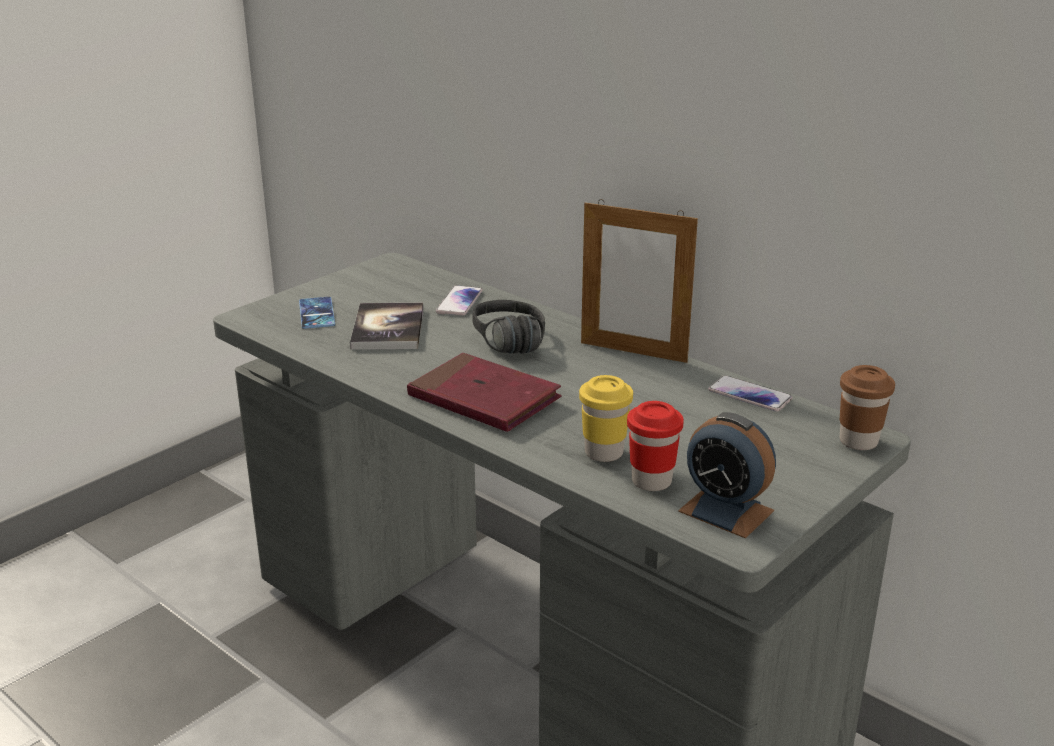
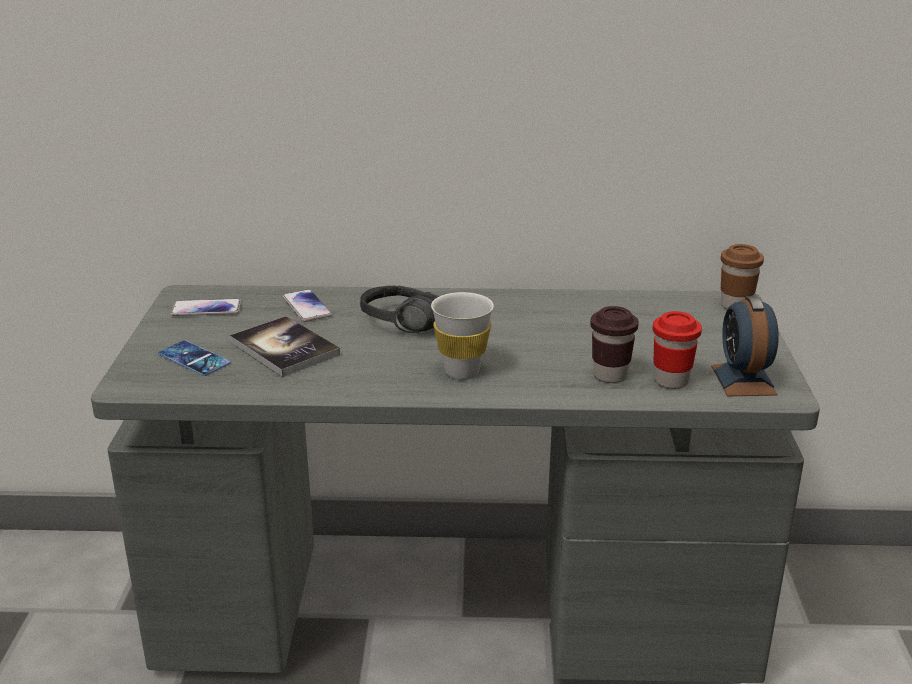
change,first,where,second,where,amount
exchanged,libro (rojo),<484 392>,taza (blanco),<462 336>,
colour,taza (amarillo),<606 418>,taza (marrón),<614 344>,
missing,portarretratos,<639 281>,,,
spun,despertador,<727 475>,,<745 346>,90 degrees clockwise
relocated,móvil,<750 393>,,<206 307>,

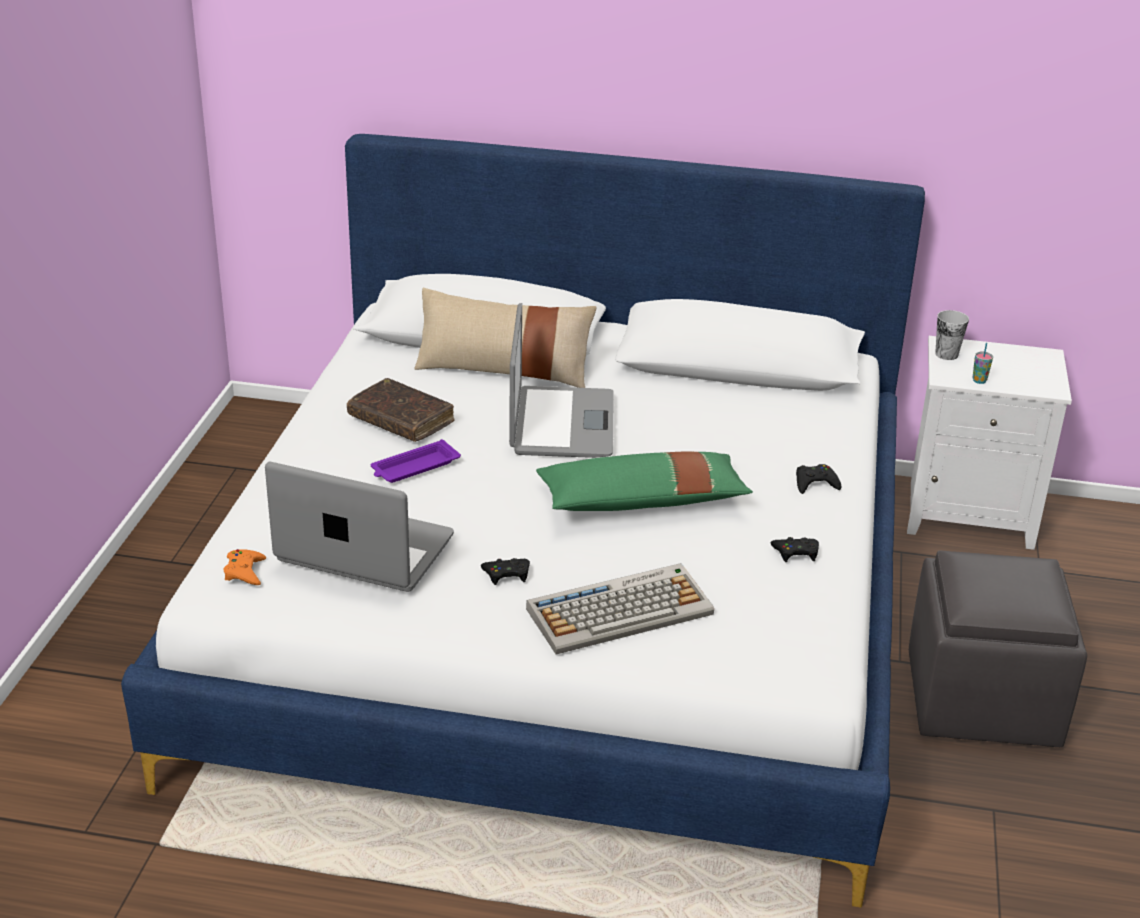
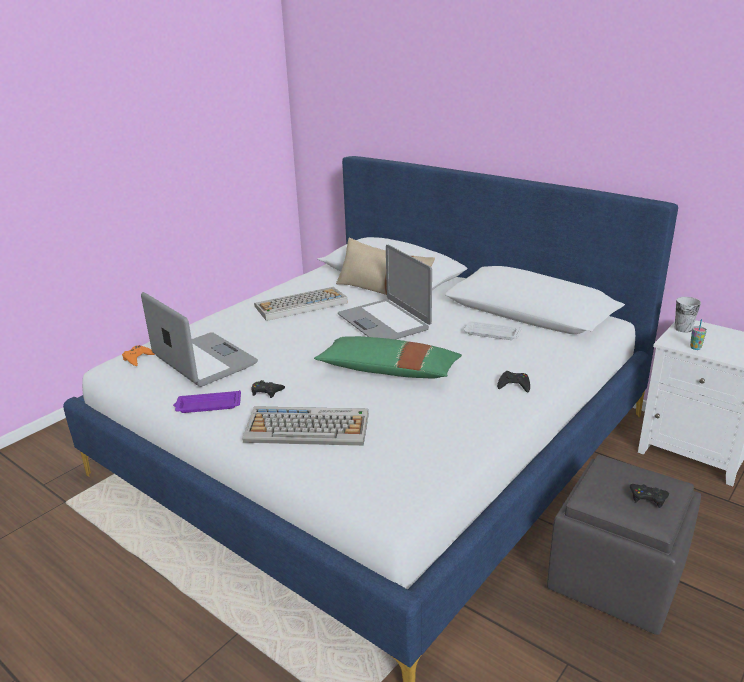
change,first,where,second,where,amount
exchanged,libro (marrón),<401 410>,teclado,<301 304>,
relocated,bandeja (morado),<416 461>,,<207 401>,
spun,portátil,<561 380>,,<385 292>,120 degrees clockwise
relocated,mando de consola (negro),<794 549>,,<649 496>,
appeared,,,bandeja (blanco),<492 330>,

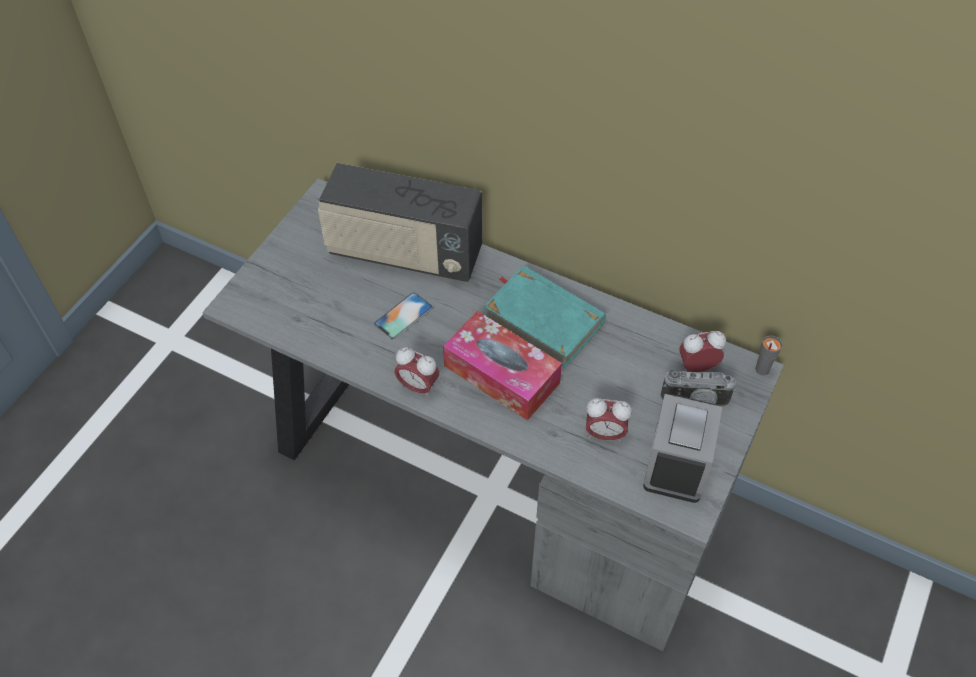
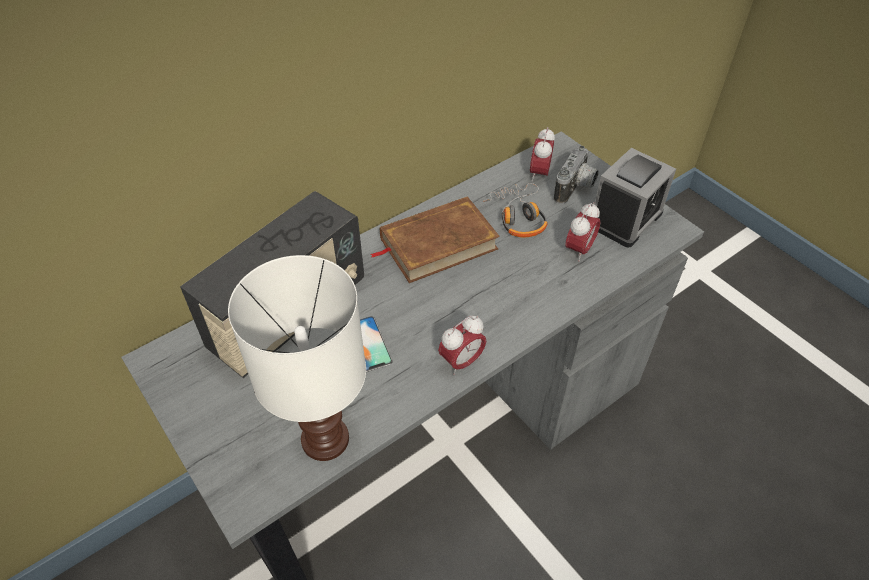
change,first,where,second,where,amount
missing,caja de pañuelos,<502 366>,,,
colour,libro (turquesa),<545 316>,libro (marrón),<435 239>,
spun,despertador,<682 448>,,<635 198>,90 degrees counterclockwise
missing,taza (gris),<768 355>,,,
appeared,,,lámpara de mesa (blanco),<297 358>,
appeared,,,auriculares,<515 210>,

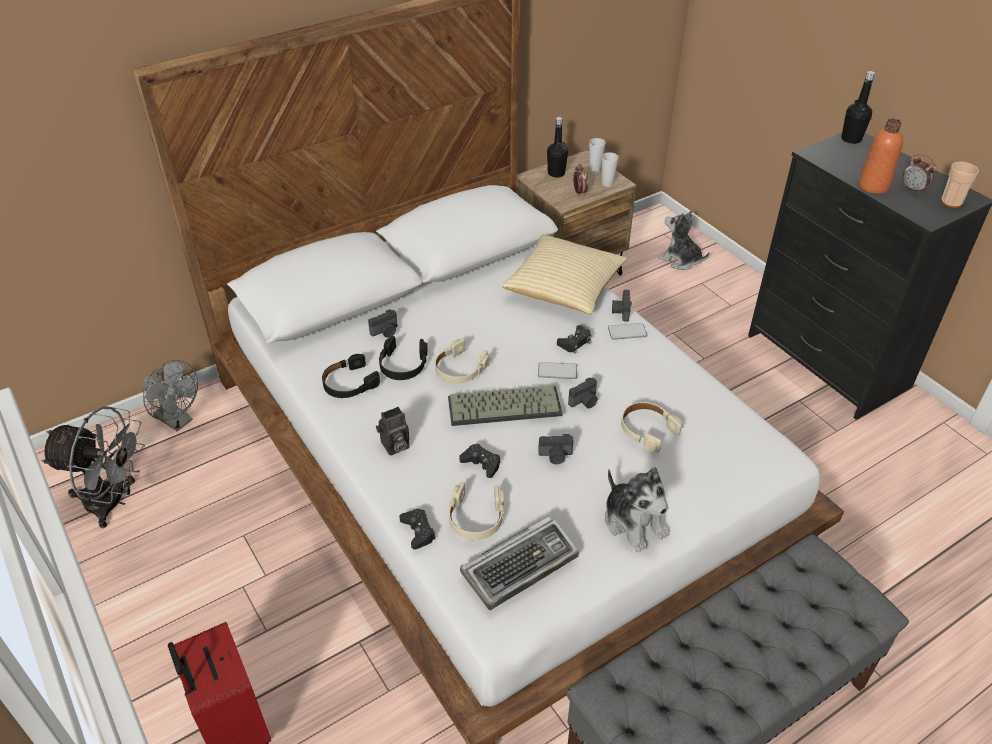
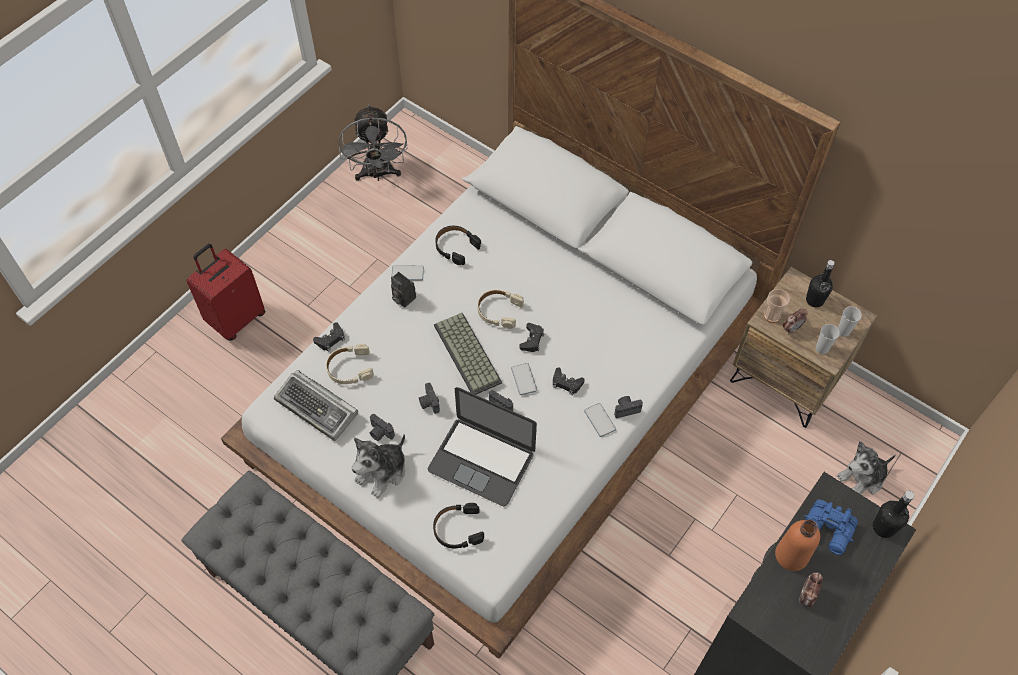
change,first,where,second,where,amount
missing,ventilador (gris),<170 395>,,,
relocated,cámara,<382 323>,,<382 427>,
relocated,auriculares (negro),<403 358>,,<458 525>,
relocated,mando de consola (negro),<479 461>,,<531 337>,
missing,cojín,<564 274>,,,
exchanged,auriculares (beis),<652 427>,portátil,<482 446>,
spun,peluche,<684 240>,,<866 467>,135 degrees counterclockwise
relocated,taza,<960 185>,,<777 306>,
appeared,,,móvil,<408 272>,
appeared,,,prismáticos (azul),<831 527>,

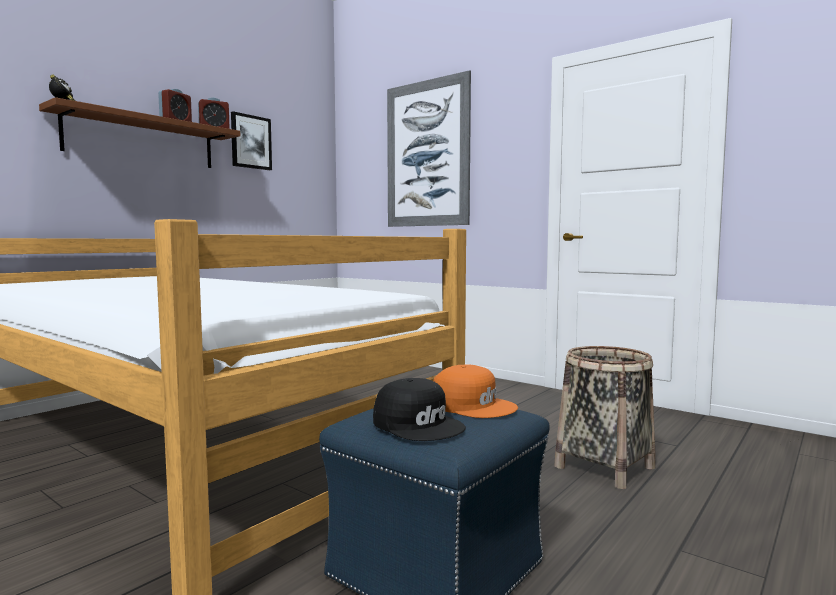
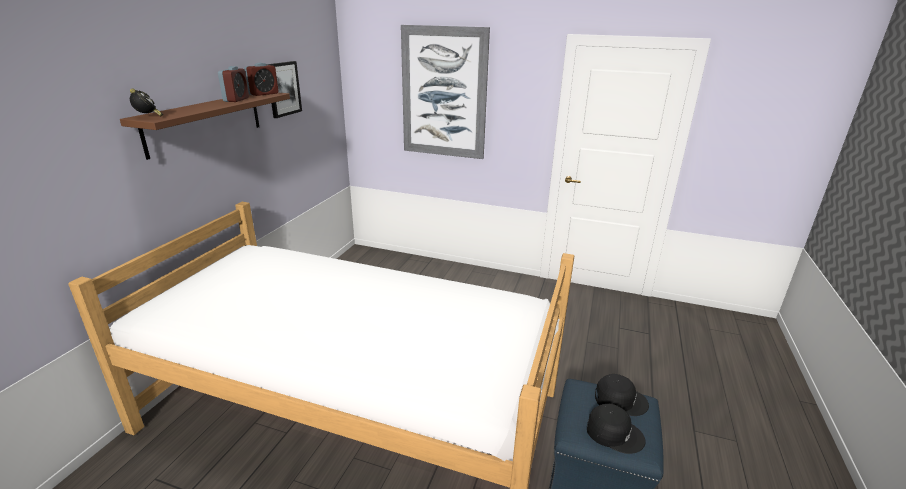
change,first,where,second,where,amount
colour,gorra (naranja),<475 391>,gorra (negro),<622 395>,
missing,cesta,<604 417>,,,

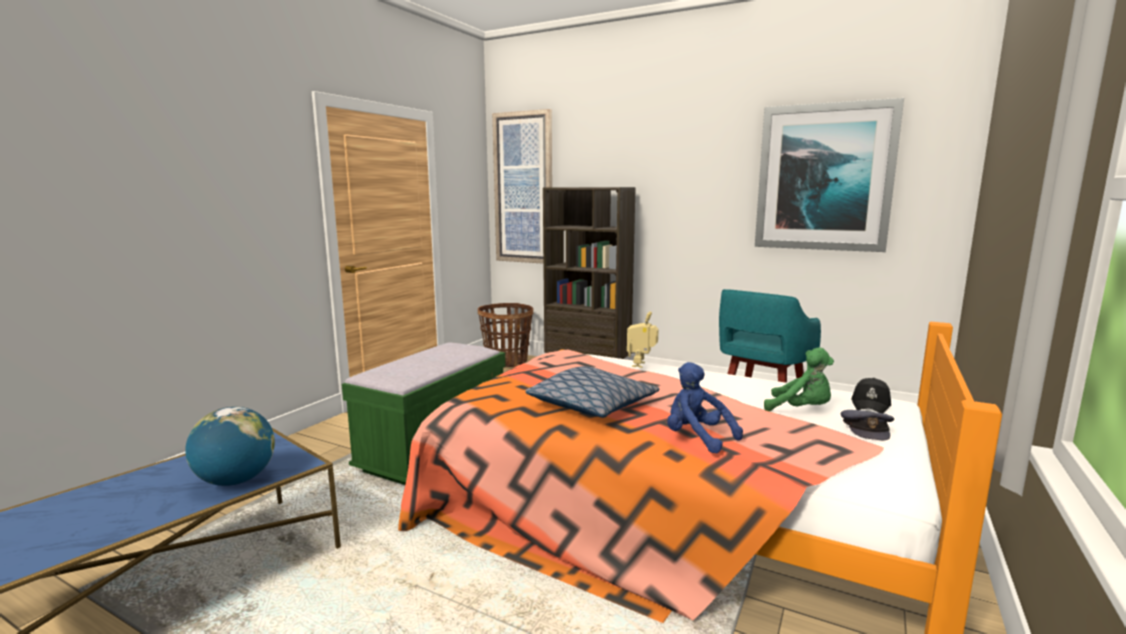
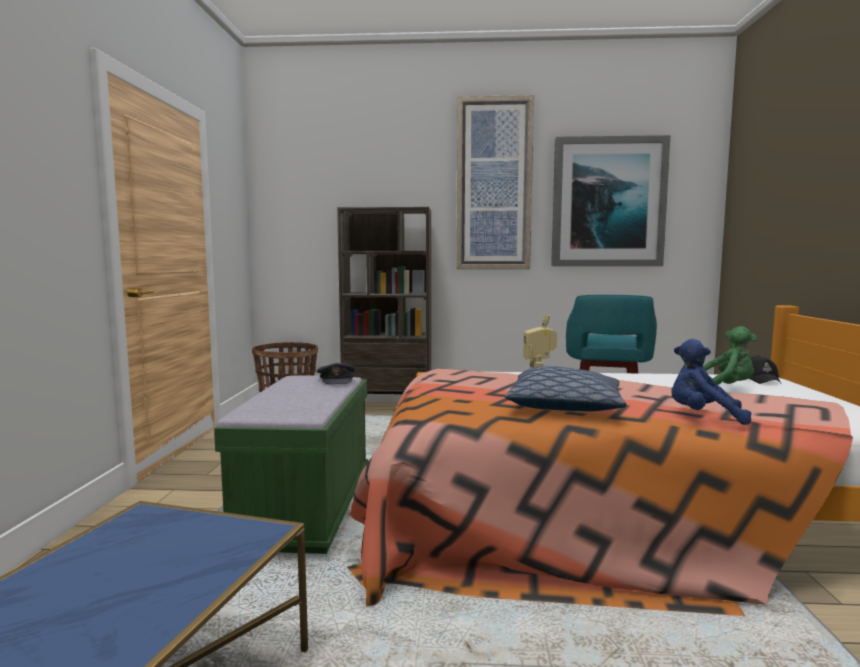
change,first,where,second,where,amount
missing,globo terráqueo,<230 446>,,,
relocated,cuadro,<522 186>,,<495 182>,
relocated,gorra (gris),<867 425>,,<336 373>,

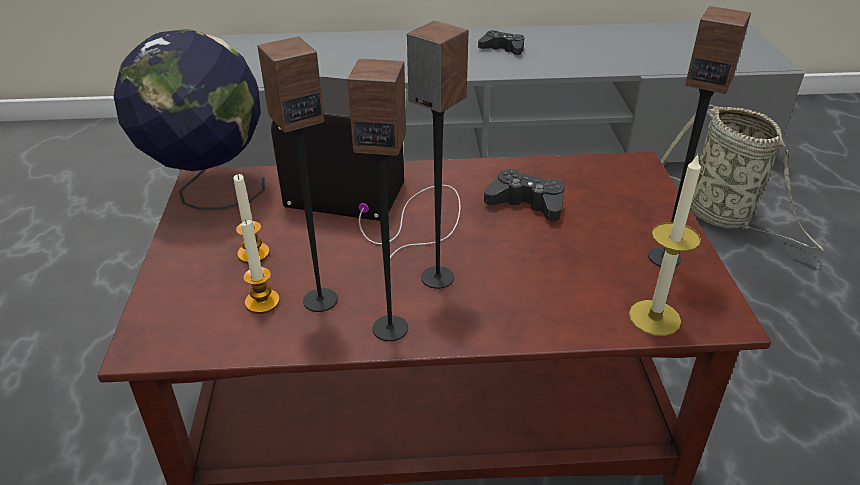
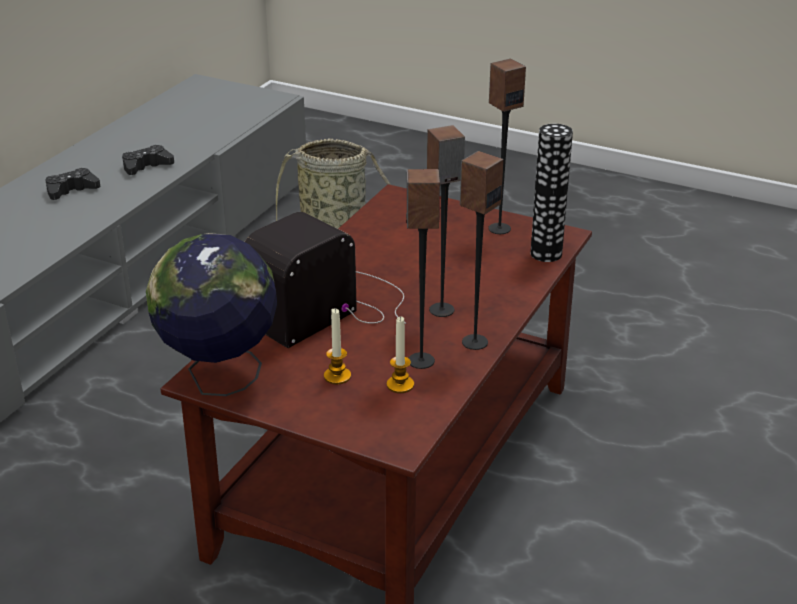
change,first,where,second,where,amount
relocated,mando de consola (negro),<524 195>,,<148 160>,
exchanged,vela,<665 244>,florero,<552 193>,

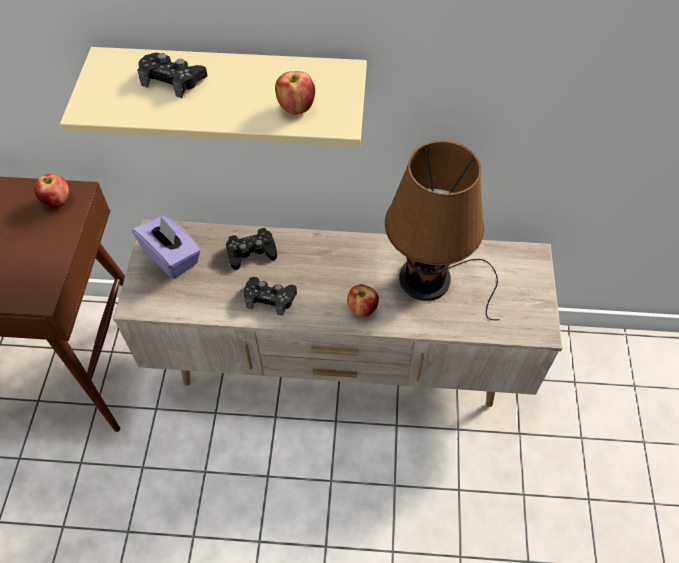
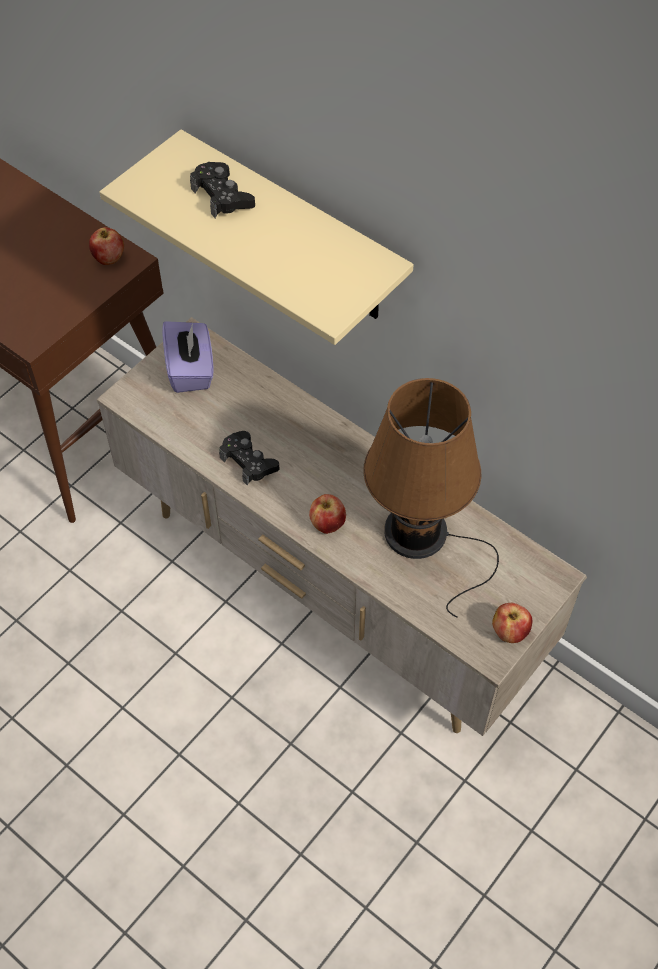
change,first,where,second,where,amount
missing,mando de consola (negro),<251 249>,,,
relocated,manzana,<295 93>,,<512 623>,

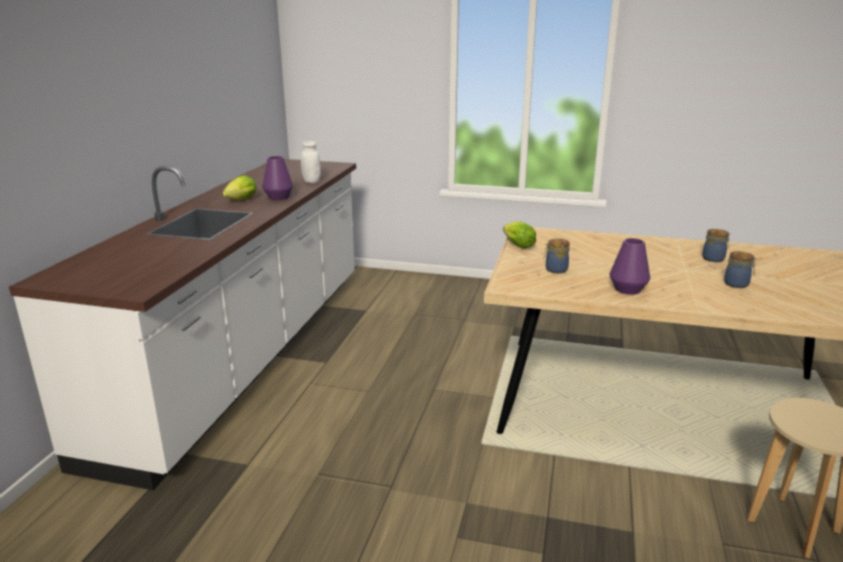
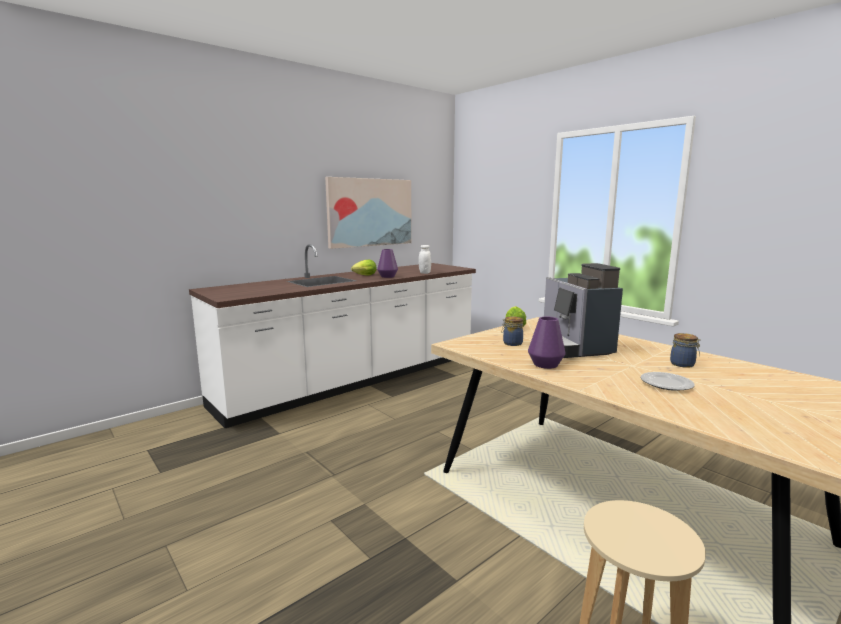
change,first,where,second,where,amount
exchanged,tarro,<740 269>,plato,<668 381>,
appeared,,,cuadro,<368 213>,
appeared,,,cafetera,<583 310>,

